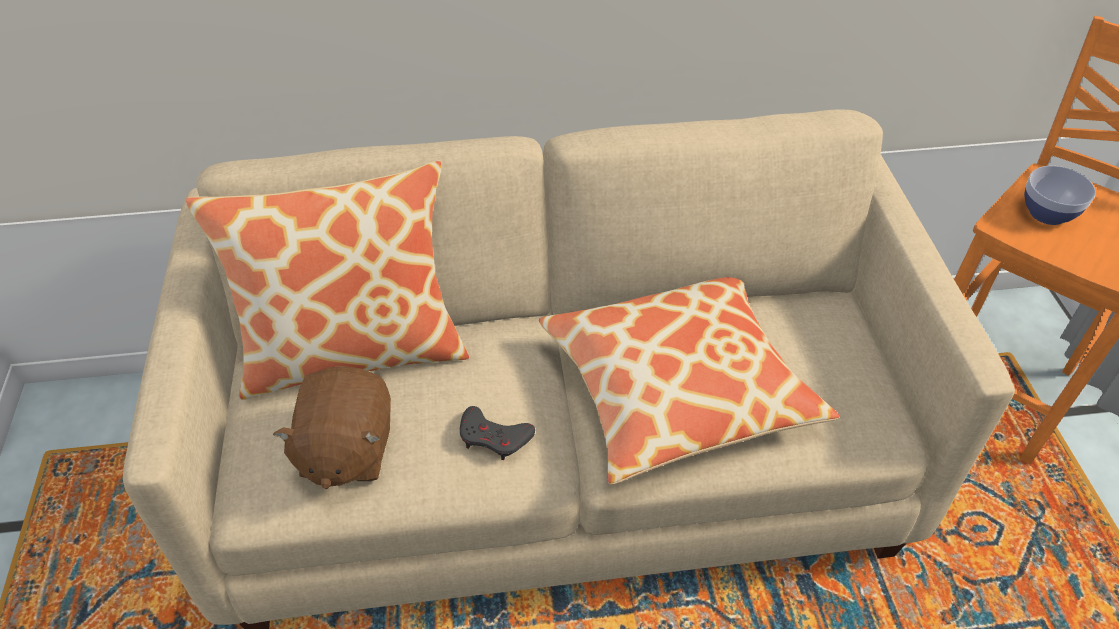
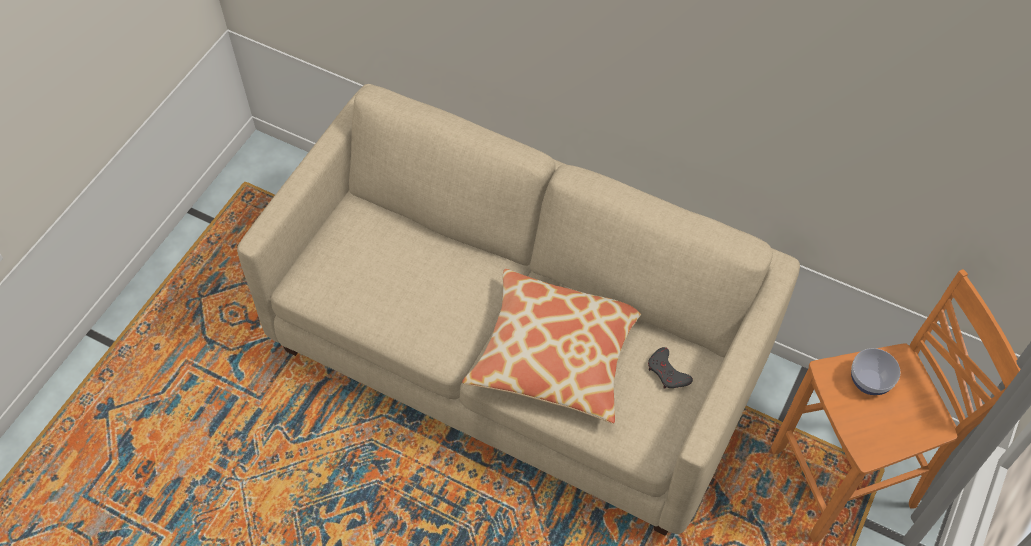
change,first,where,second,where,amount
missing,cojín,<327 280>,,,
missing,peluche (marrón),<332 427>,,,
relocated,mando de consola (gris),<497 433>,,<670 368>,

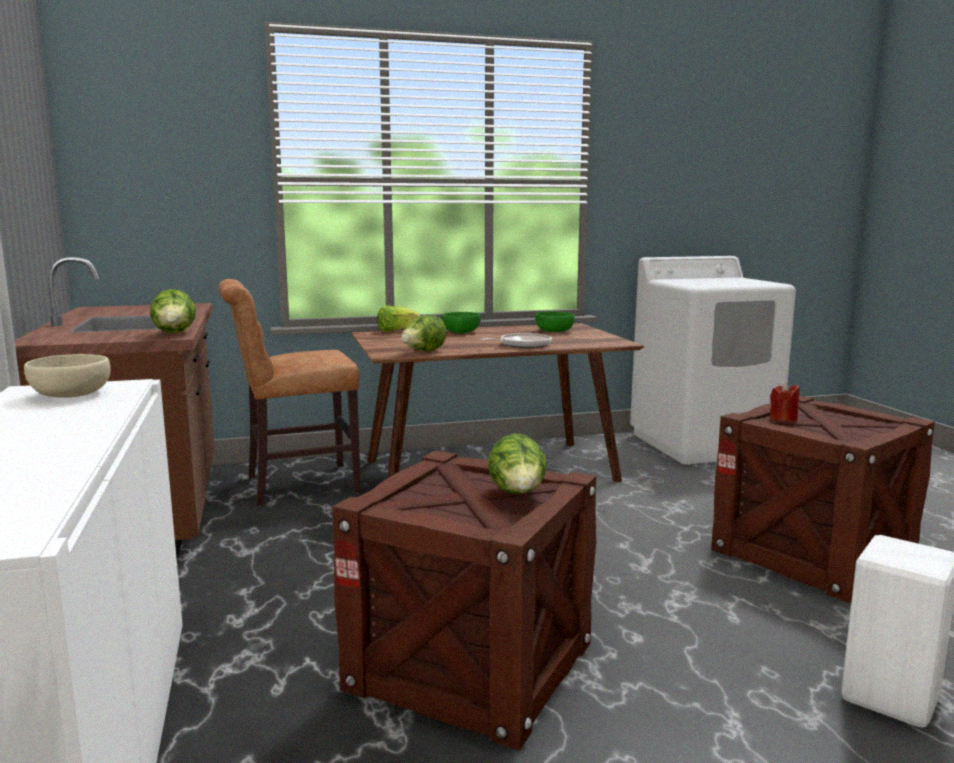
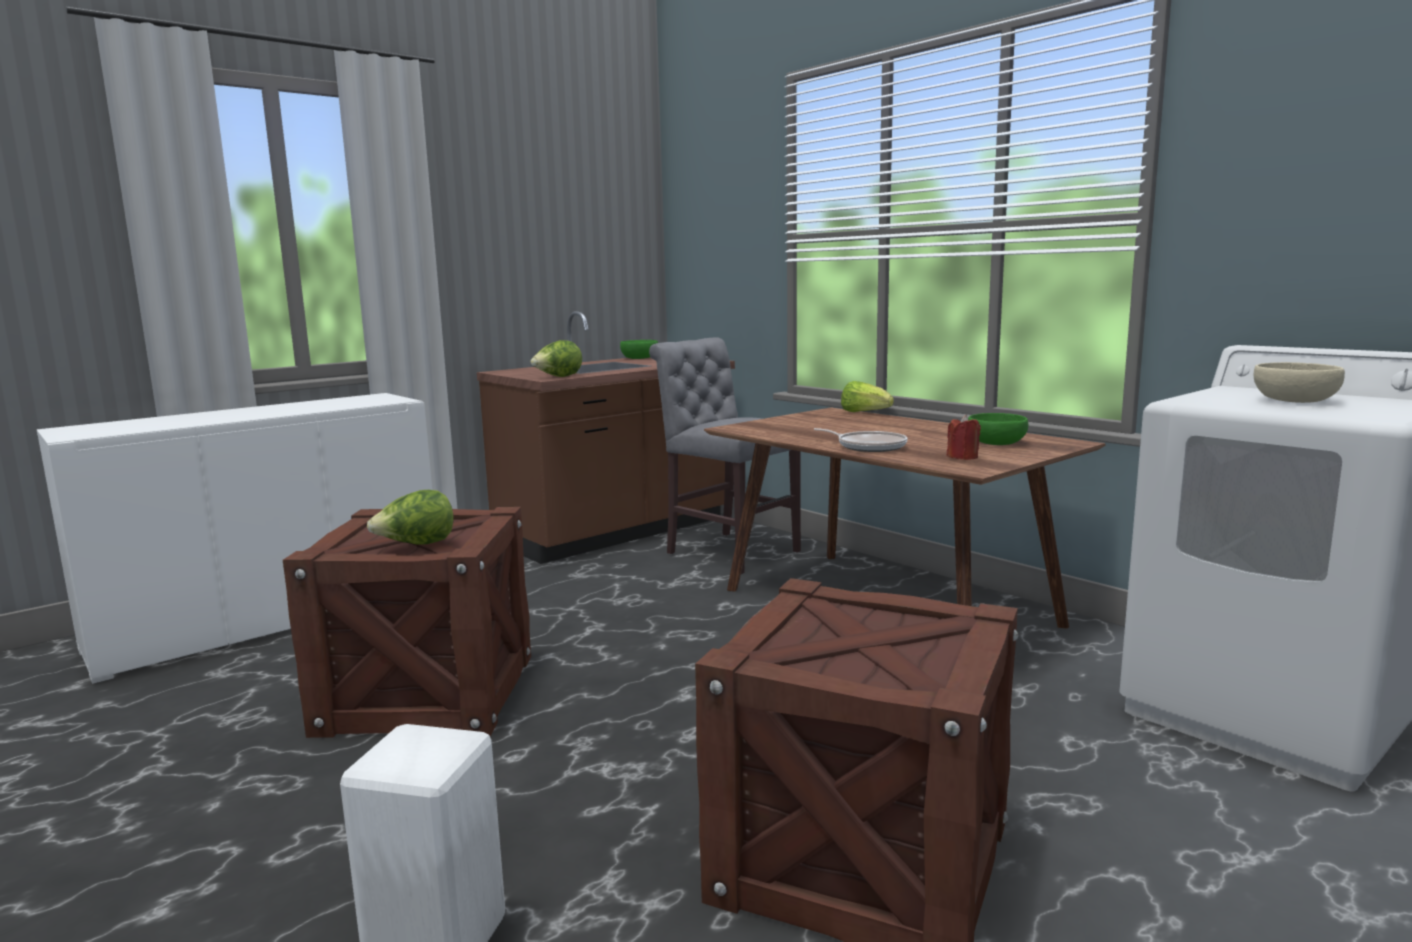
change,first,where,second,where,amount
relocated,cuenco (beis),<67 376>,,<1299 382>,
colour,silla (marrón),<289 392>,silla (gris),<725 455>,
missing,lechuga,<424 333>,,,
relocated,cuenco (verde),<461 322>,,<639 349>,
relocated,vela (rojo),<784 402>,,<964 437>,

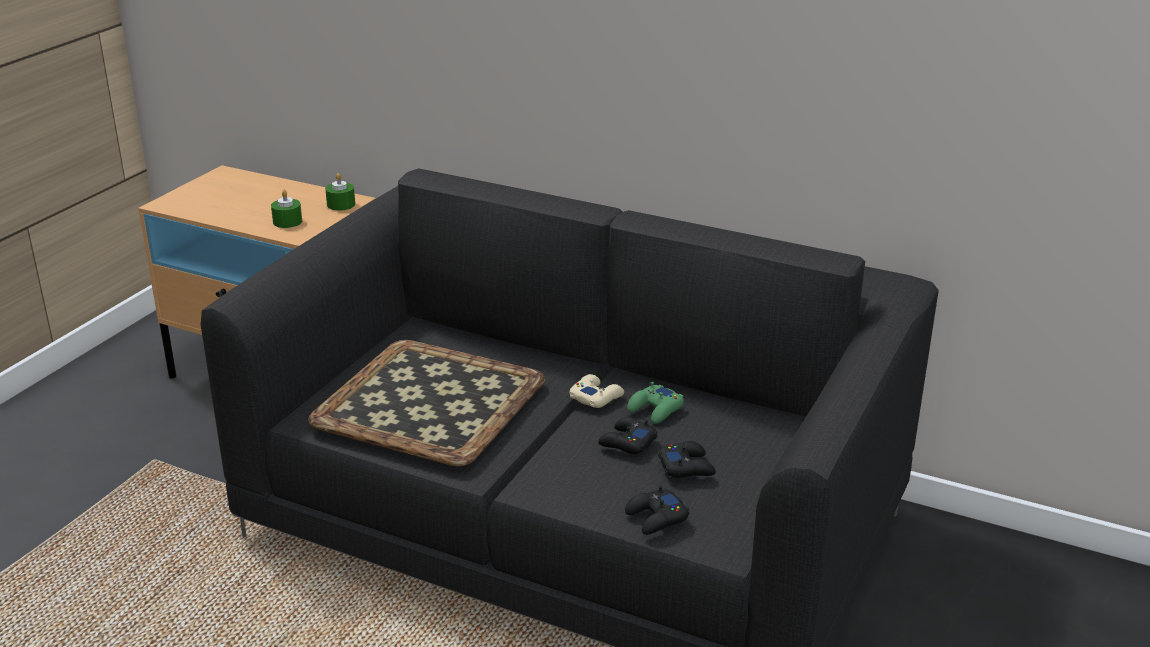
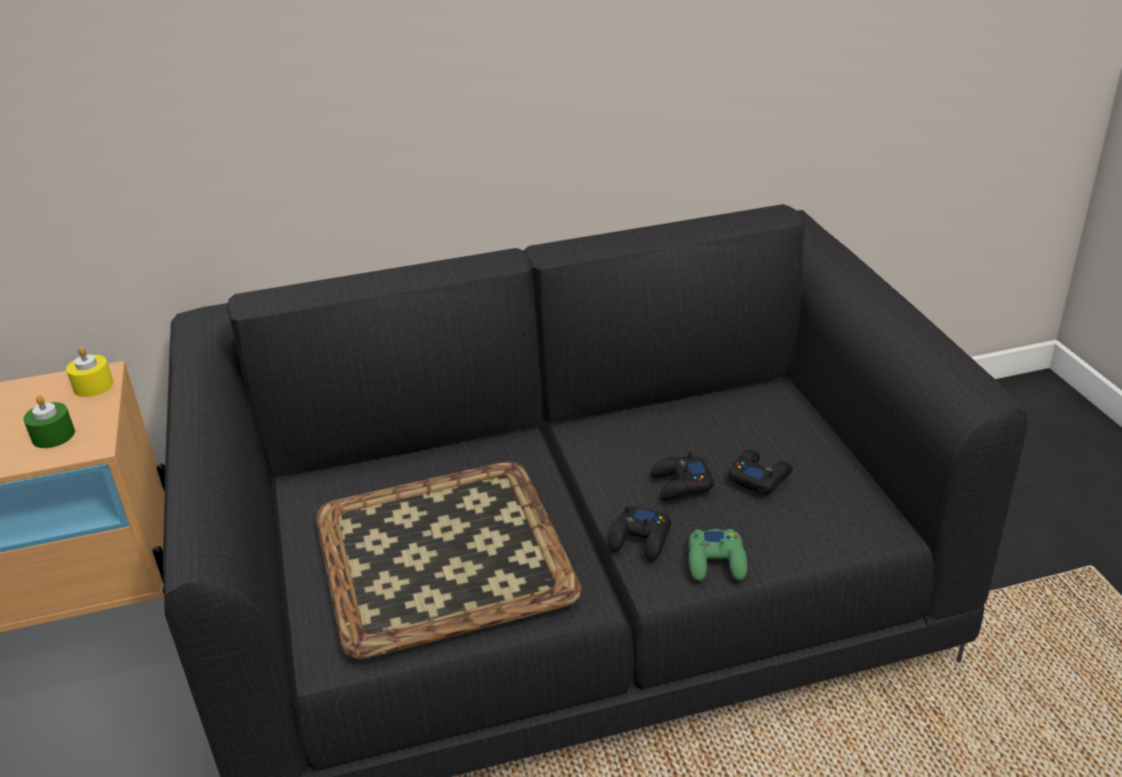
change,first,where,second,where,amount
colour,vela (verde),<340 192>,vela (amarillo),<90 372>,
missing,mando de consola (beis),<596 391>,,,
relocated,mando de consola (negro),<657 510>,,<639 533>,
relocated,mando de consola (verde),<655 403>,,<717 555>,

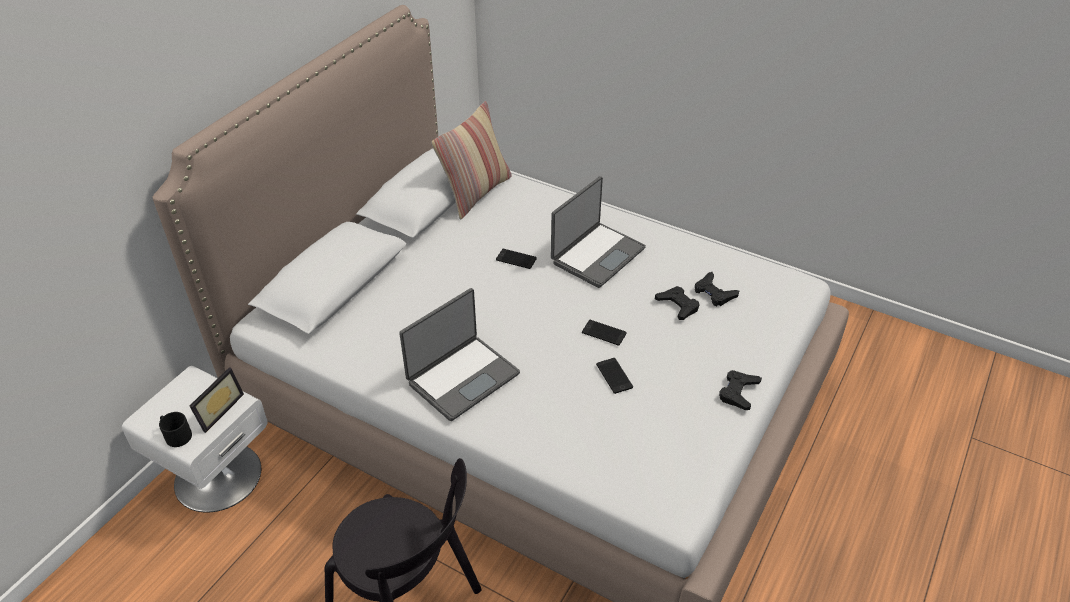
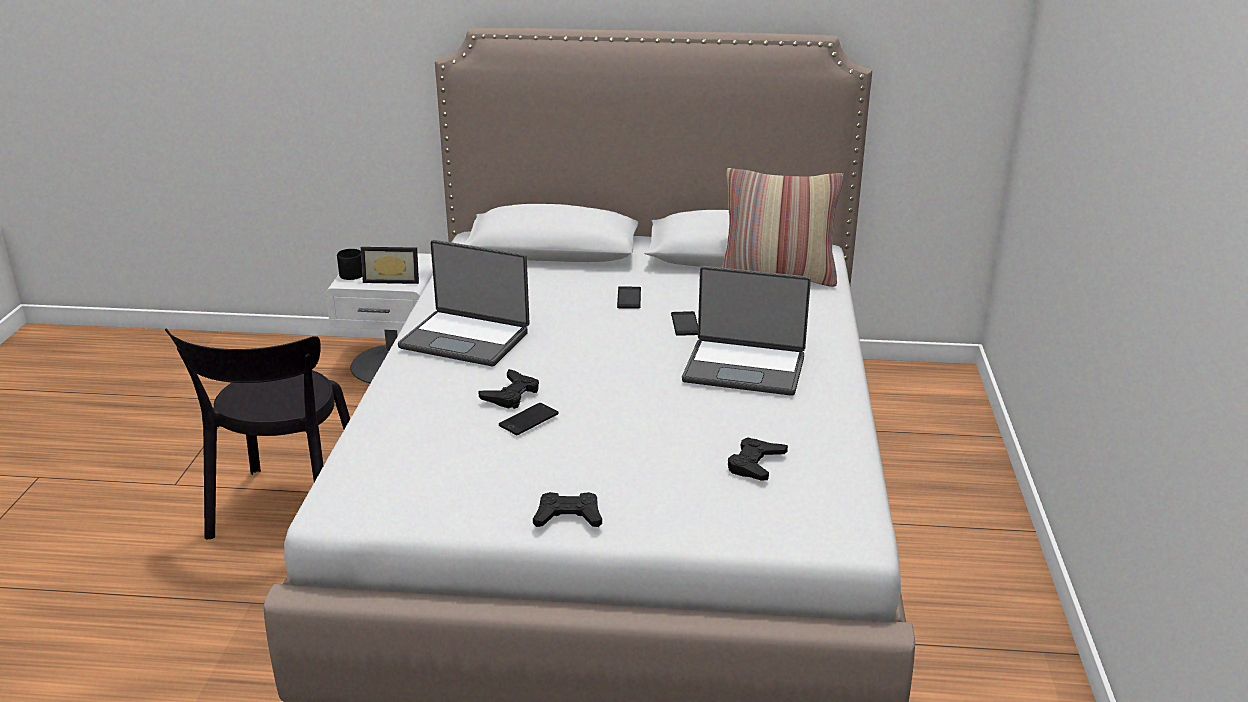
change,first,where,second,where,amount
relocated,móvil,<604 333>,,<629 298>,
relocated,mando de consola (negro),<677 303>,,<508 389>,

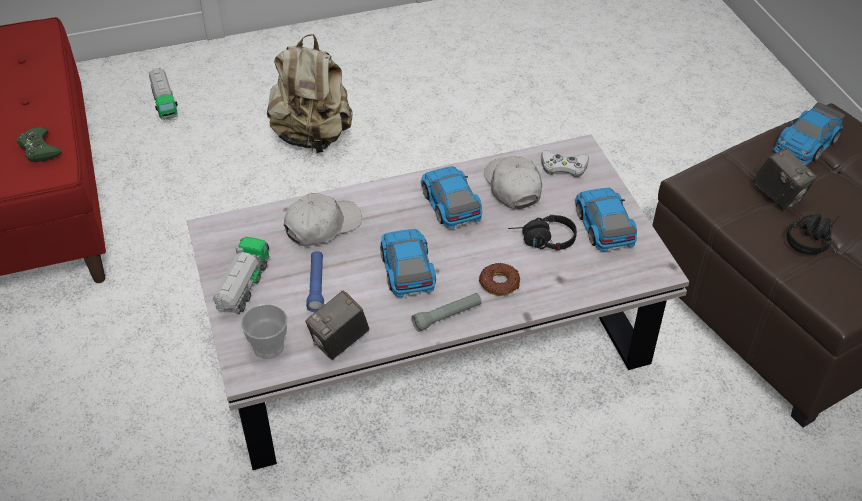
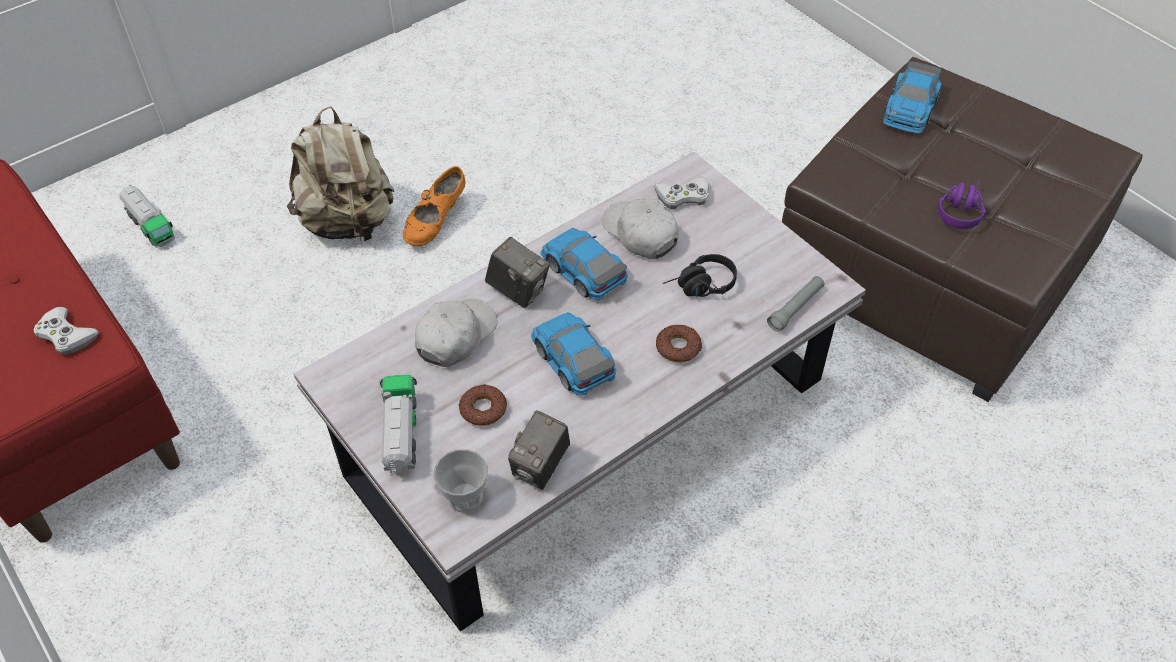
change,first,where,second,where,amount
colour,mando de consola (verde),<39 144>,mando de consola (blanco),<66 331>,
exchanged,linterna (azul),<315 281>,rosquilla,<483 405>,
relocated,linterna (gris),<446 312>,,<796 304>,
missing,coche de juguete,<606 219>,,,
relocated,cámara,<785 179>,,<517 272>,
colour,auriculares (negro),<812 234>,auriculares (morado),<961 204>,
appeared,,,zapato (naranja),<434 206>,

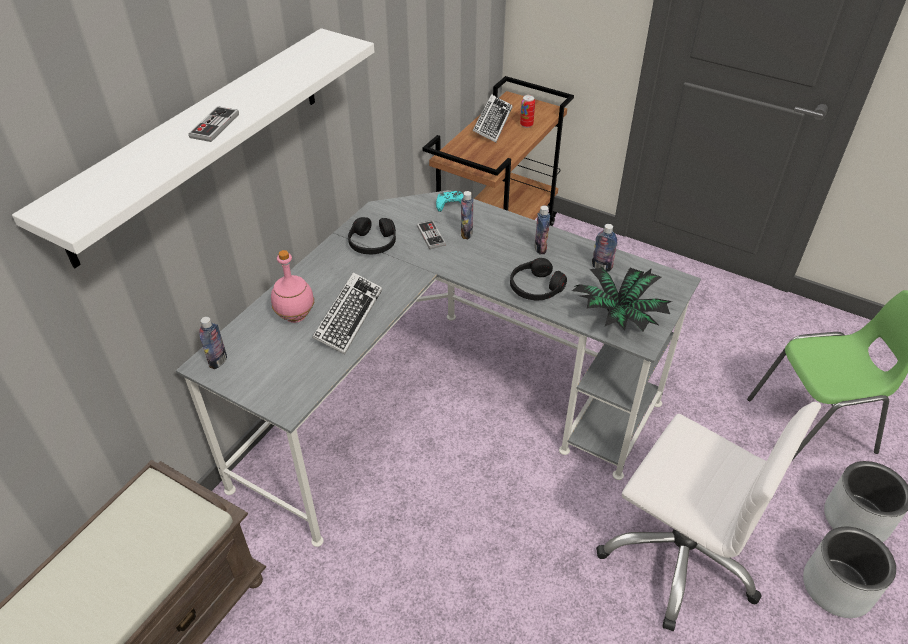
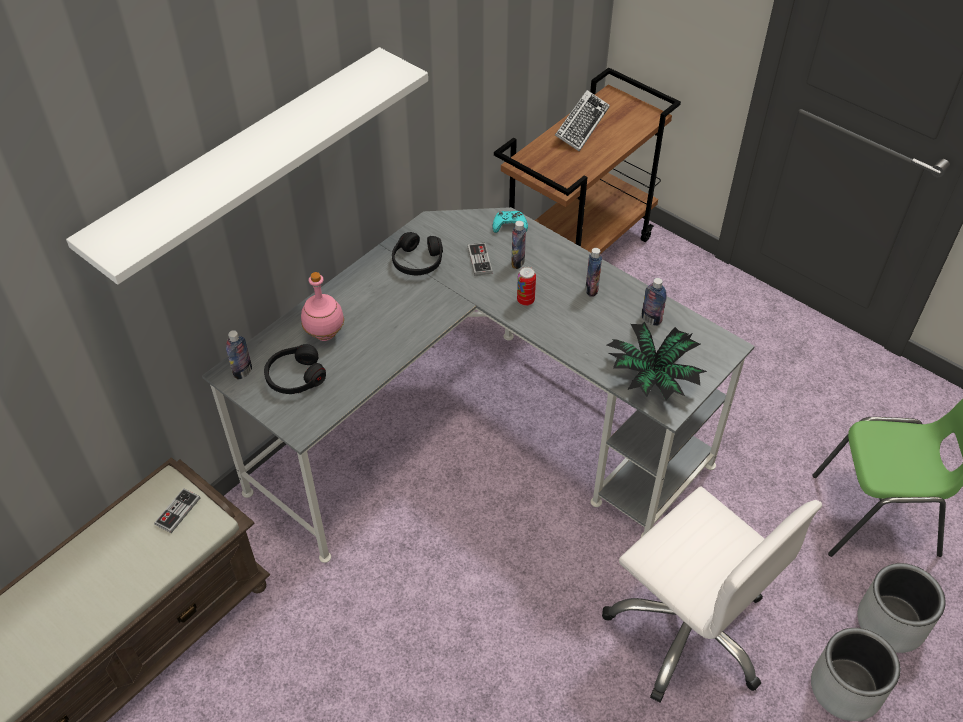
change,first,where,second,where,amount
relocated,mando de consola,<214 124>,,<177 510>,
missing,teclado,<347 313>,,,
relocated,auriculares (negro),<538 279>,,<295 369>,
relocated,lata,<527 111>,,<526 286>,

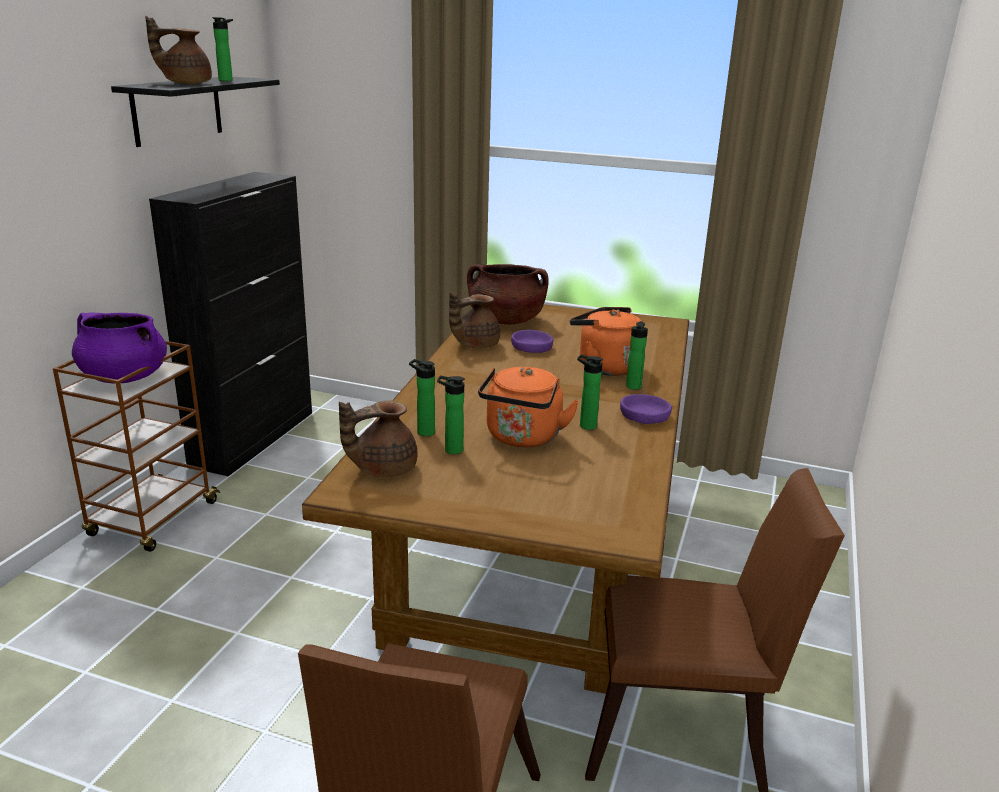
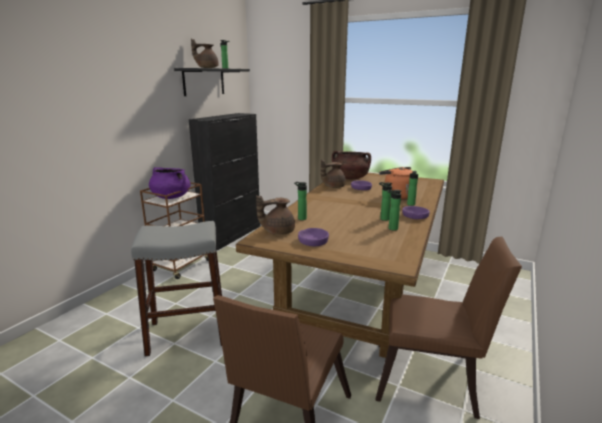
change,first,where,second,where,amount
relocated,botella,<451 415>,,<394 210>,
missing,hervidor (naranja),<528 407>,,,
appeared,,,taburete (gris),<176 288>,
appeared,,,cuenco (morado),<313 237>,

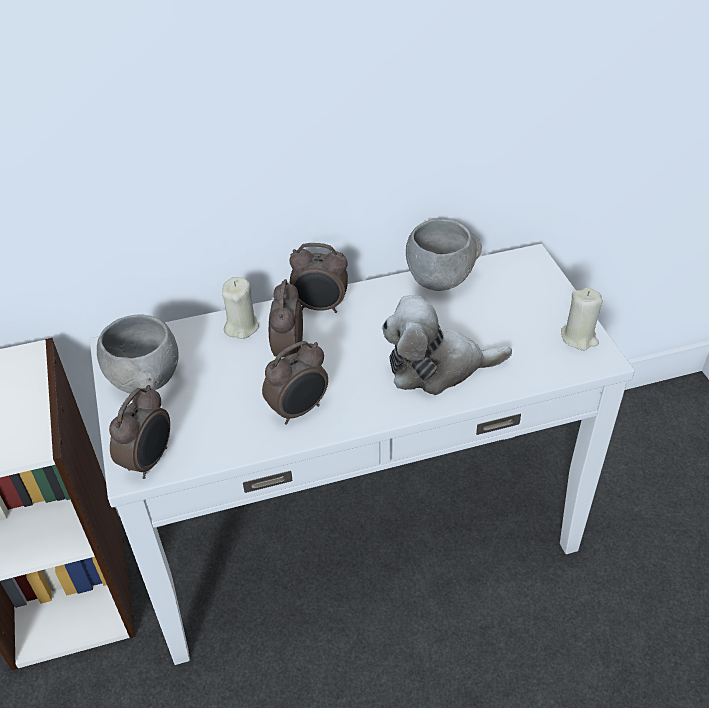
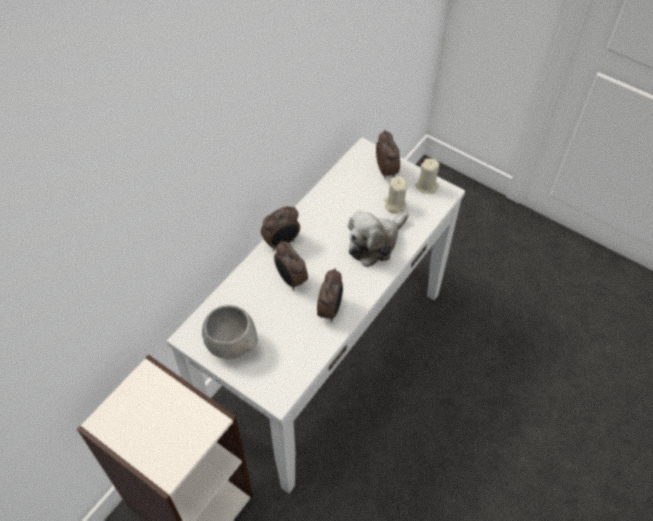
change,first,where,second,where,amount
relocated,despertador,<139 432>,,<388 154>,
relocated,vela (beis),<240 308>,,<396 195>,
missing,cuenco (gris),<444 255>,,,

